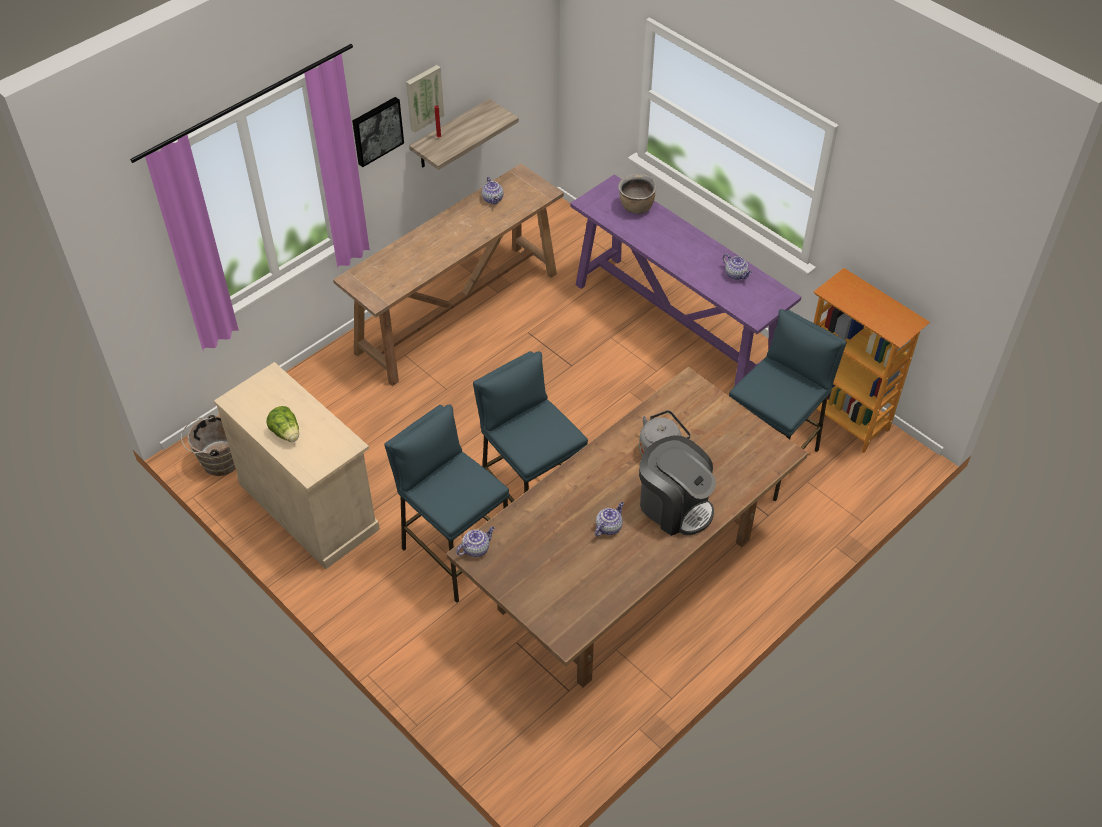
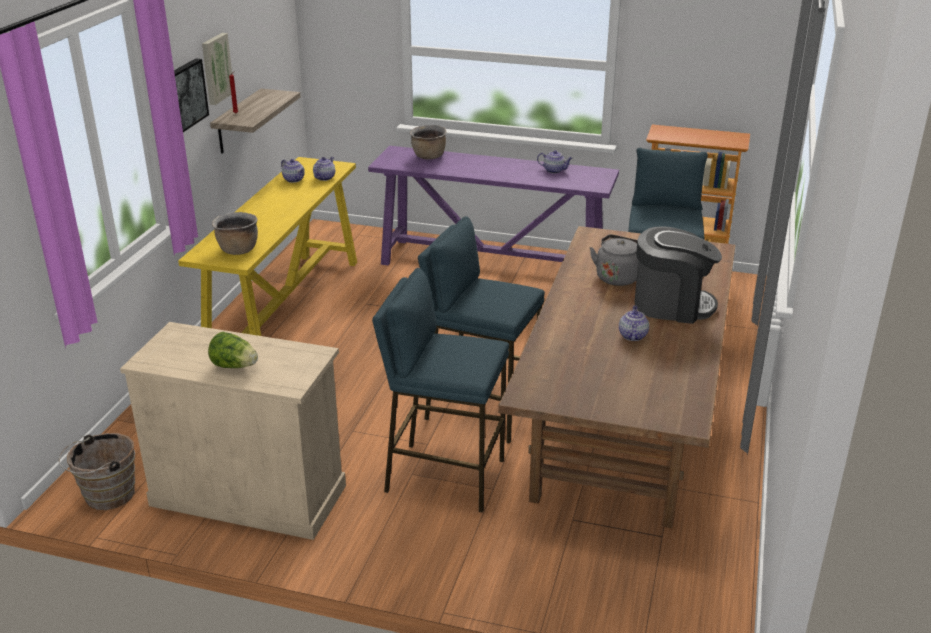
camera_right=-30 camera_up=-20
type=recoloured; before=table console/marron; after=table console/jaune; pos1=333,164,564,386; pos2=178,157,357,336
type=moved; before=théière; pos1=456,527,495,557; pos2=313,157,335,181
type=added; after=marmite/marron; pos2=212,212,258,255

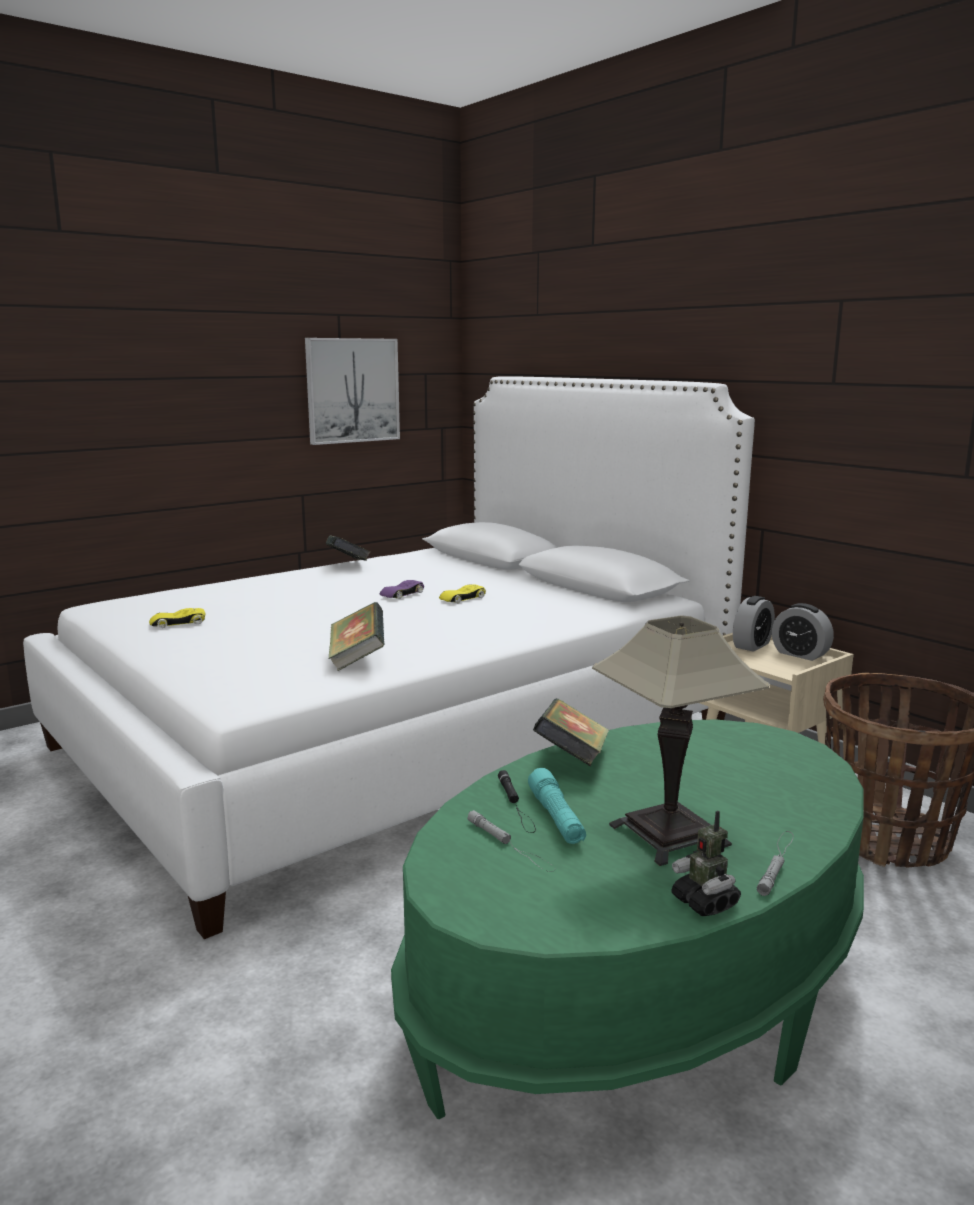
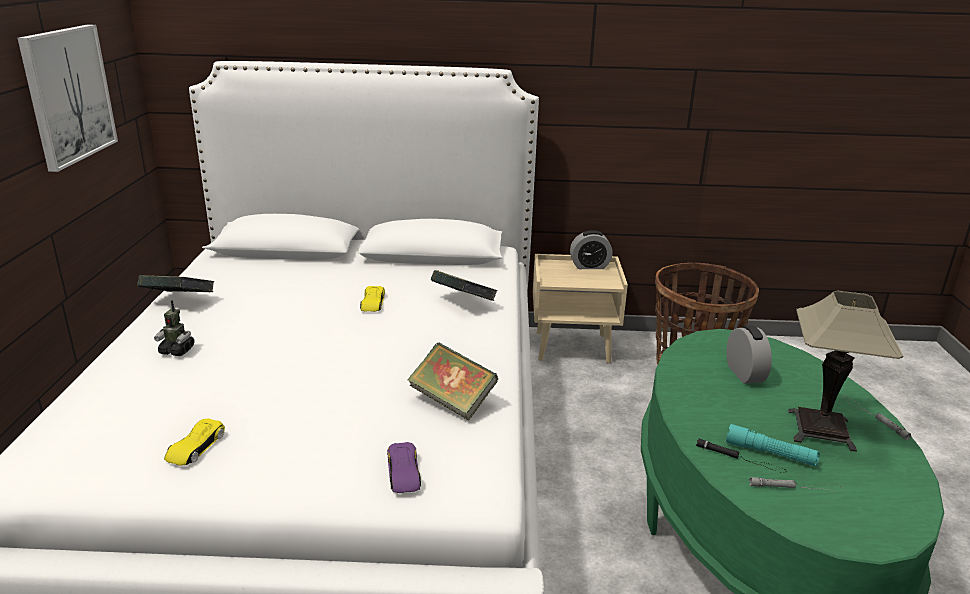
camera_right=-50 camera_up=10
type=moved; before=petite voiture/violet; pos1=380,580,424,599; pos2=387,442,421,493
type=moved; before=livre; pos1=533,698,609,767; pos2=431,270,498,301
type=moved; before=robot jouet; pos1=671,811,741,916; pos2=154,300,194,356
type=moved; before=réveil; pos1=733,596,775,652; pos2=726,325,772,384

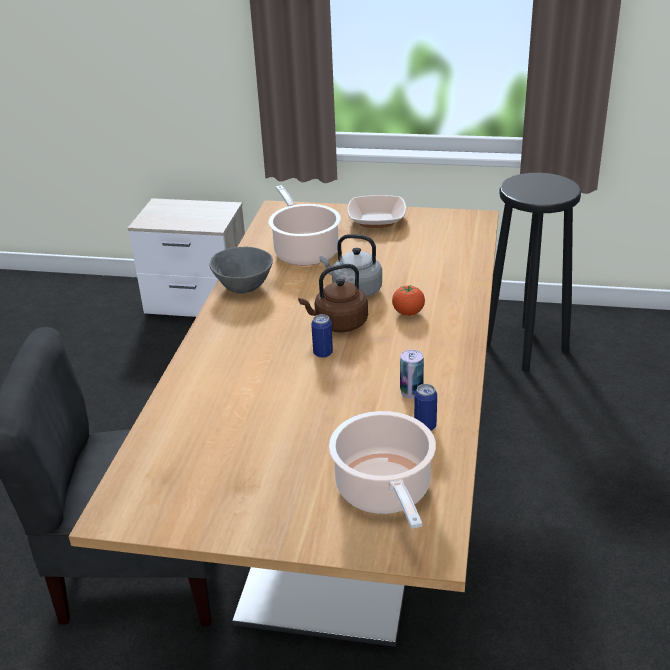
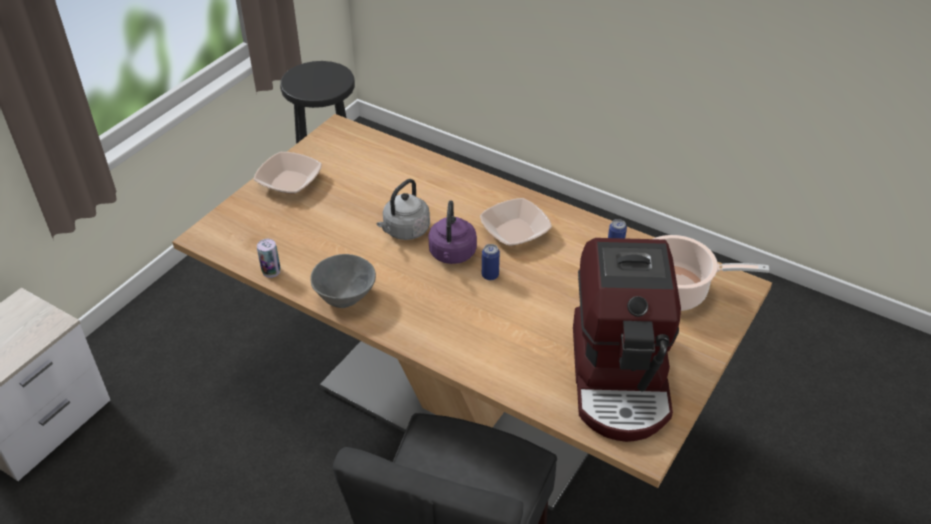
camera_right=-70 camera_up=10
type=removed; before=marmite; pos1=268,185,341,266
type=recoloured; before=bouilloire/marron; after=bouilloire/violet; pos1=298,264,368,332; pos2=428,201,477,264
type=removed; before=tomate; pos1=392,285,425,316
type=moved; before=boîte métallique; pos1=400,350,424,399; pos2=257,239,280,278
type=added; after=bol; pos2=480,198,552,246
type=added; after=machine à café; pos2=573,238,681,442

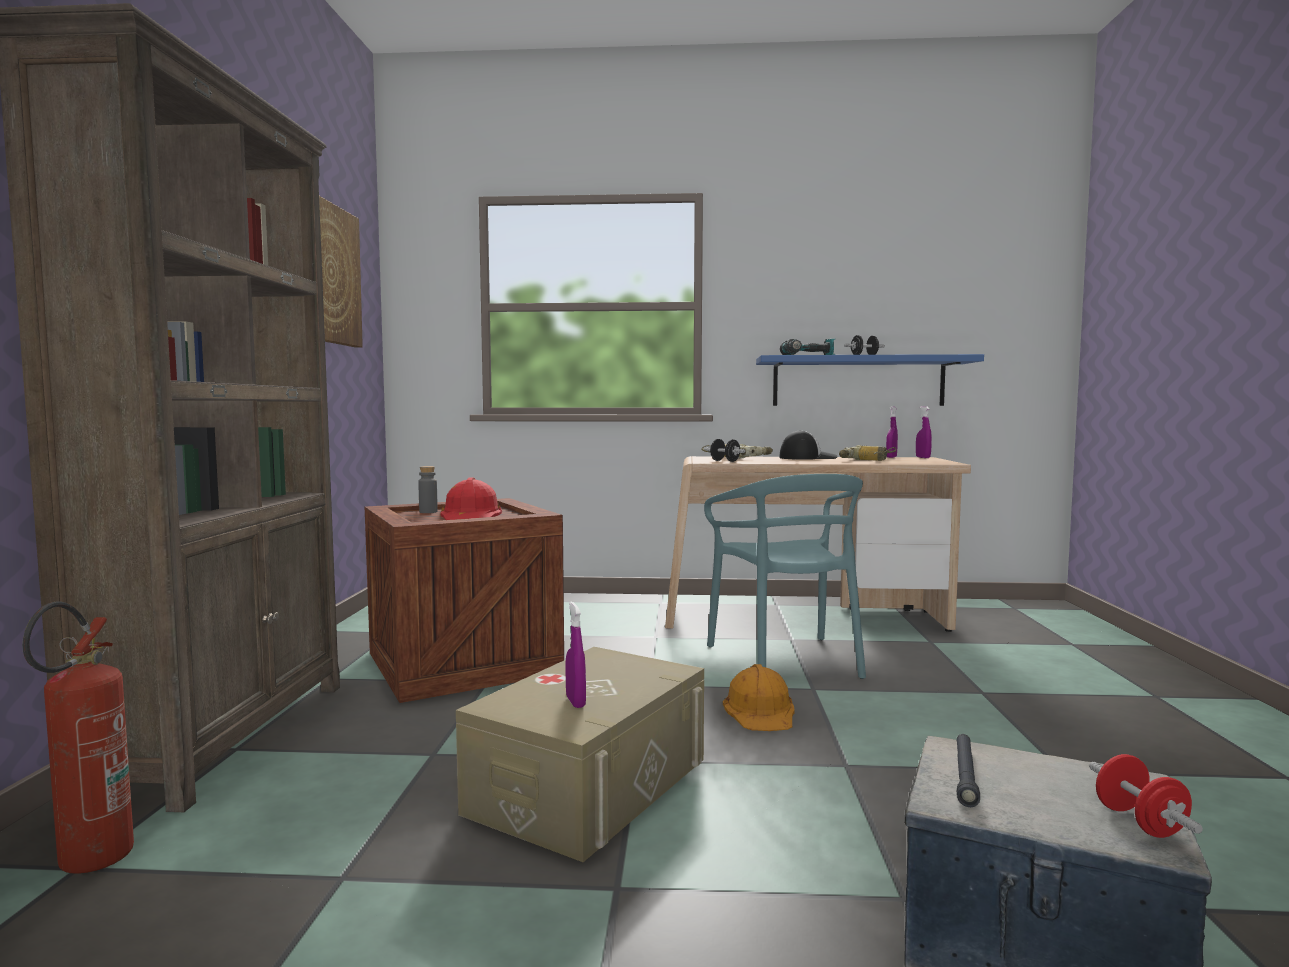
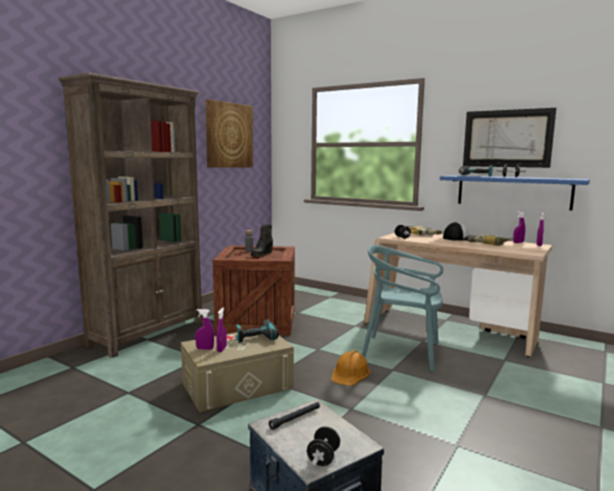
camera_right=30 camera_up=5
type=removed; before=extincteur; pos1=22,601,134,874
type=replaced; before=casque de chantier/rouge; after=botte/noir; pos1=441,477,502,520; pos2=251,225,273,257
type=turned; before=chaise/turquoise; pos1=704,474,866,679; pos2=362,245,443,372; turn=90
type=recoloured; before=haltère/rouge; after=haltère/noir; pos1=1089,754,1203,838; pos2=307,426,340,466
type=added; after=vaporisateur/violet; pos2=195,309,214,350
type=added; after=perceuse; pos2=236,319,279,342
type=added; after=tableau; pos2=463,108,556,168

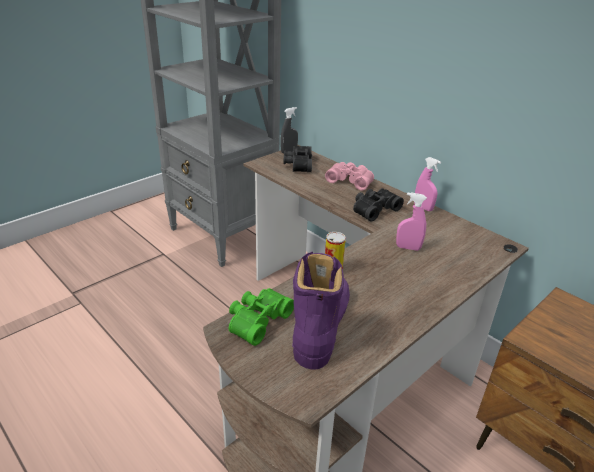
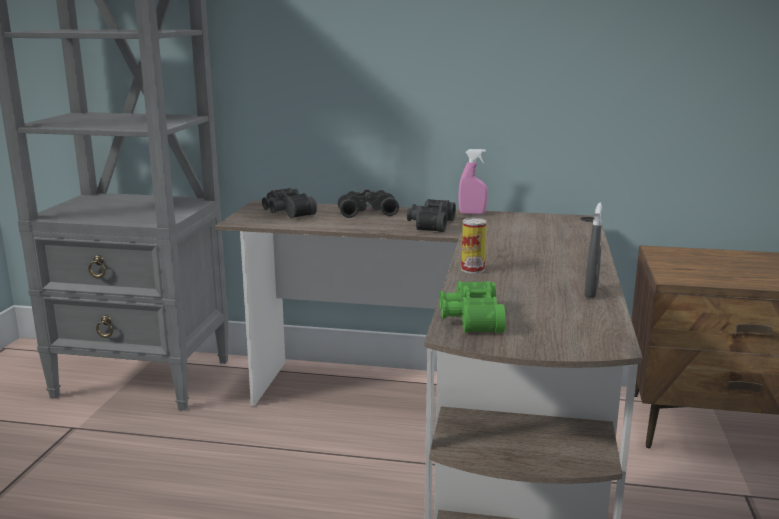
camera_right=-35 camera_up=-15
type=moved; before=vaporisateur/gris; pos1=280,107,298,154; pos2=584,203,602,298
type=removed; before=botte/violet; pos1=292,252,350,370
type=recoloured; before=jumelles/rose; after=jumelles/noir; pos1=325,162,374,191; pos2=338,189,399,218
type=removed; before=vaporisateur/rose; pos1=396,192,427,251

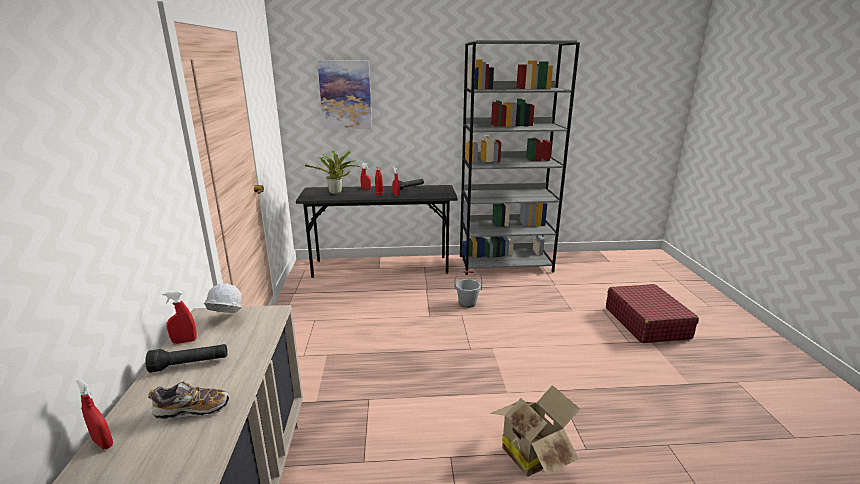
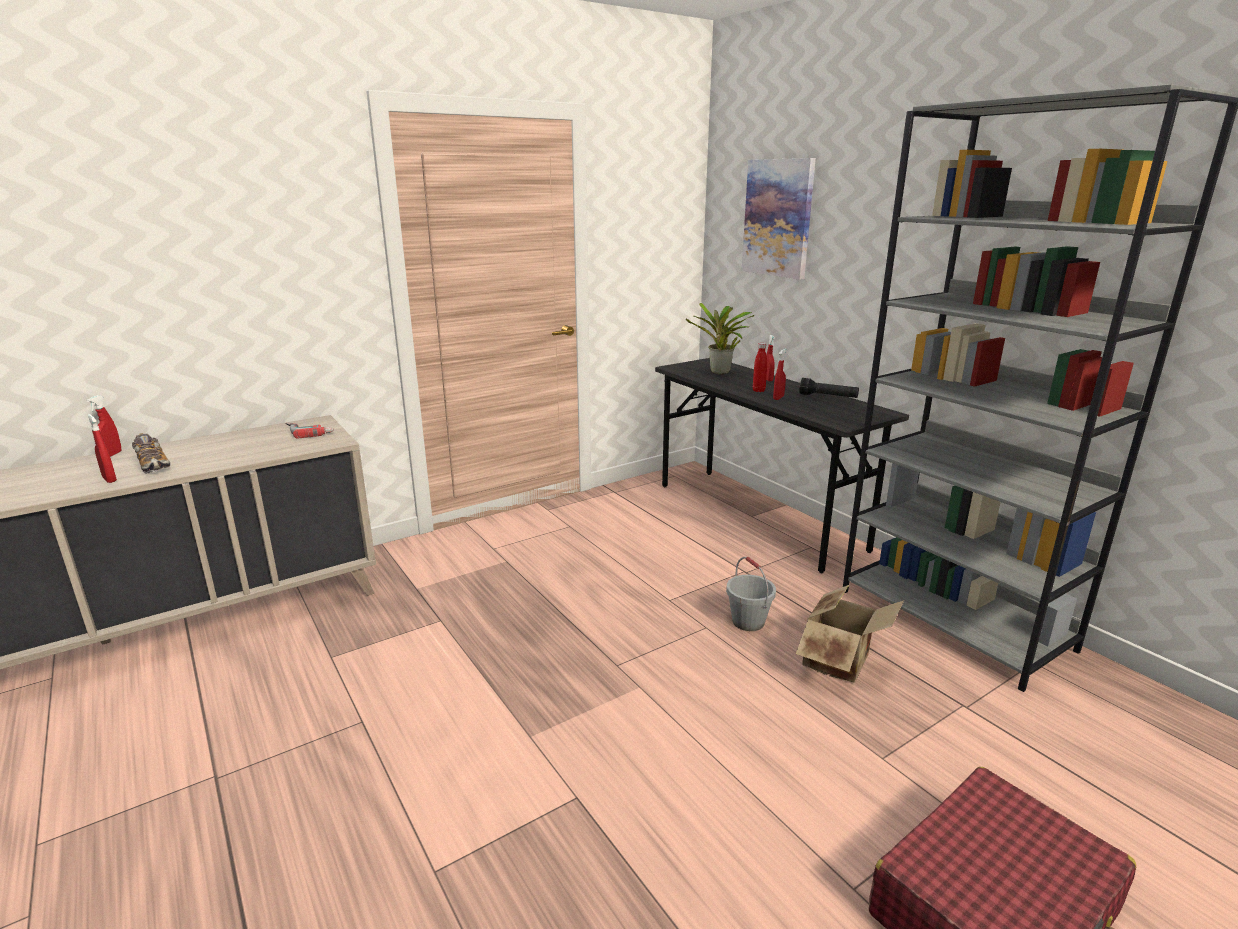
camera_right=60 camera_up=0
type=removed; before=lampe de poche/noir; pos1=145,344,227,373
type=moved; before=vaporisateur/rouge; pos1=162,291,197,344; pos2=88,414,117,483
type=replaced; before=casque de chantier/blanc; after=perceuse; pos1=204,284,242,313; pos2=286,423,334,439
type=moved; before=carton; pos1=491,385,580,476; pos2=796,585,904,683

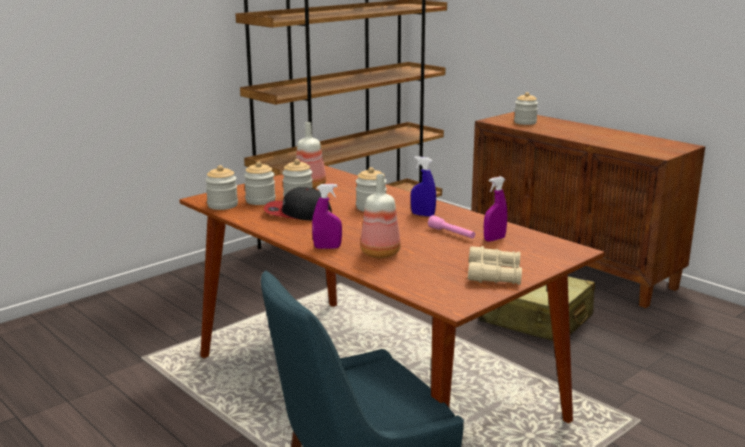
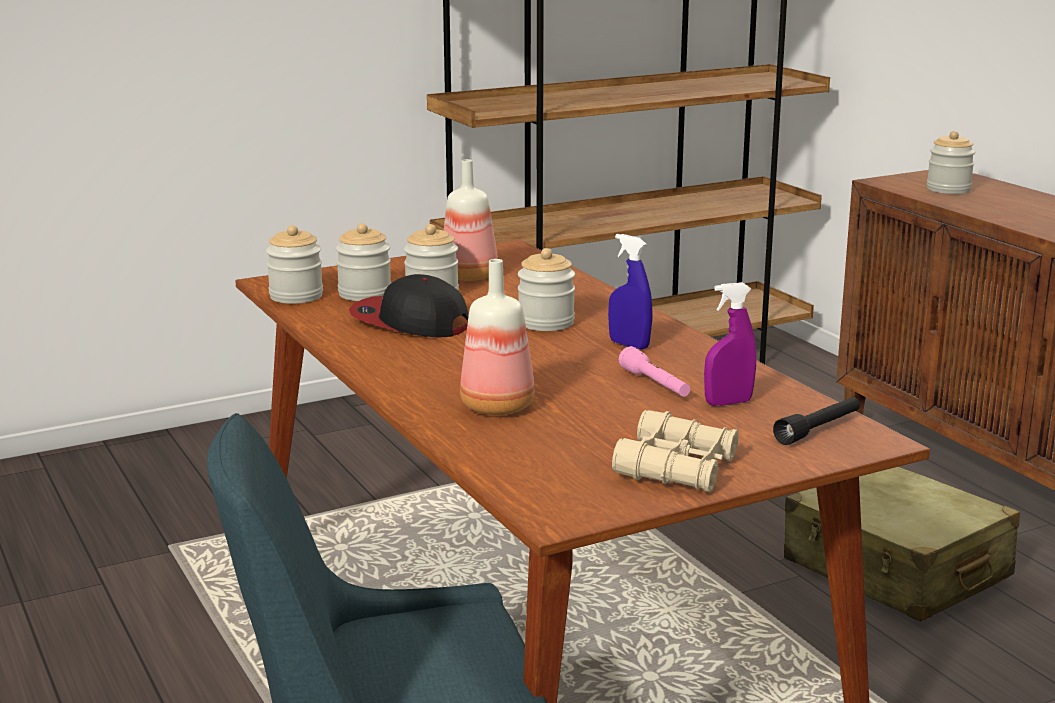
camera_right=15 camera_up=0
type=removed; before=vaporisateur/violet; pos1=312,184,342,249
type=added; after=lampe de poche/noir; pos2=773,397,860,445

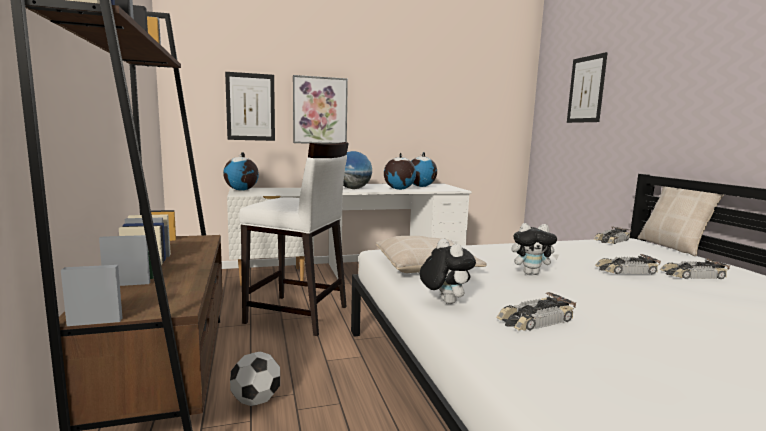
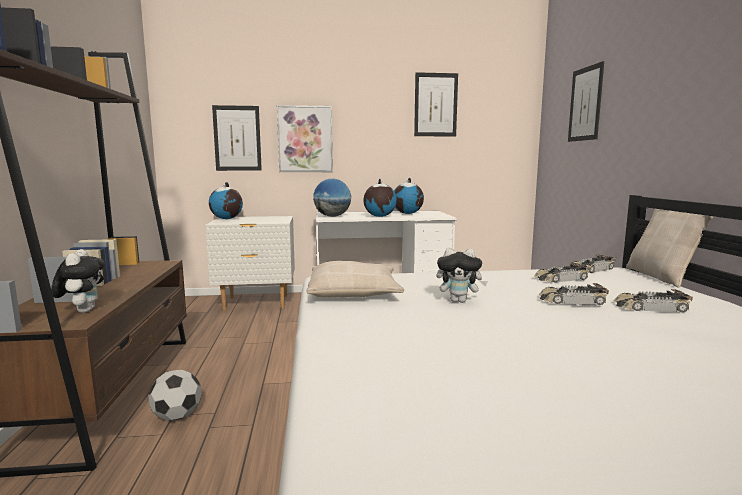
camera_right=10 camera_up=0
type=removed; before=tabouret/blanc; pos1=239,142,349,336
type=moved; before=peluche; pos1=420,239,476,304; pos2=51,249,105,313
type=moved; before=petite voiture; pos1=497,292,576,331; pos2=534,263,590,283
type=added; after=tableau; pos2=414,72,458,137

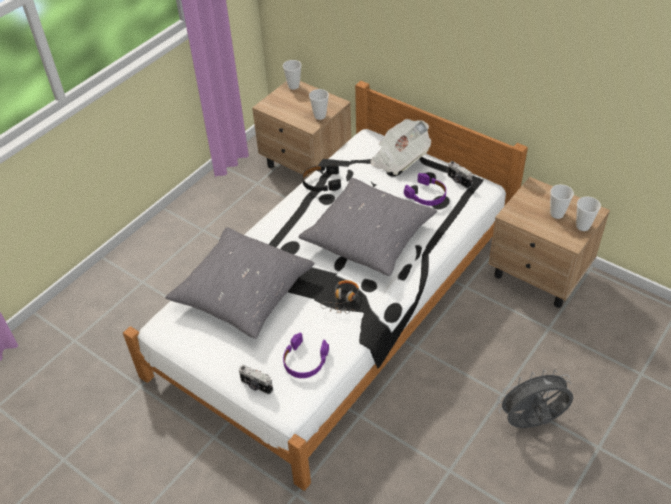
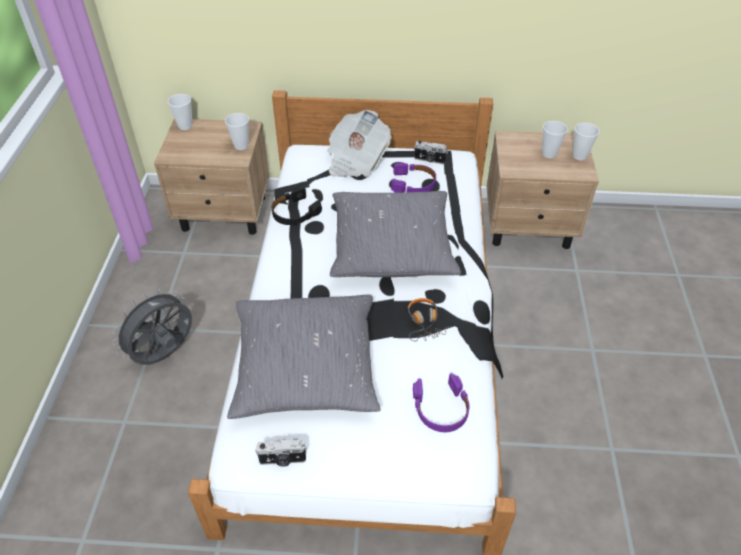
camera_right=-35 camera_up=0
type=moved; before=appareil photo; pos1=239,365,273,395; pos2=255,439,307,467
type=moved; before=ventilateur/gris; pos1=496,369,573,428; pos2=112,288,192,365

